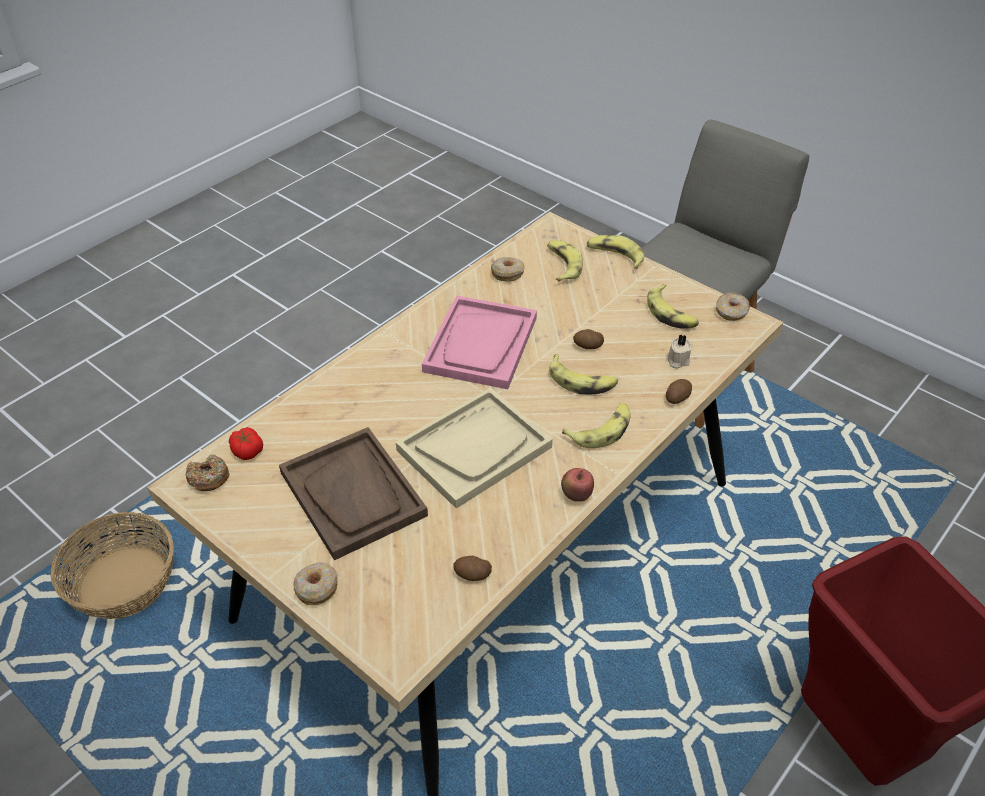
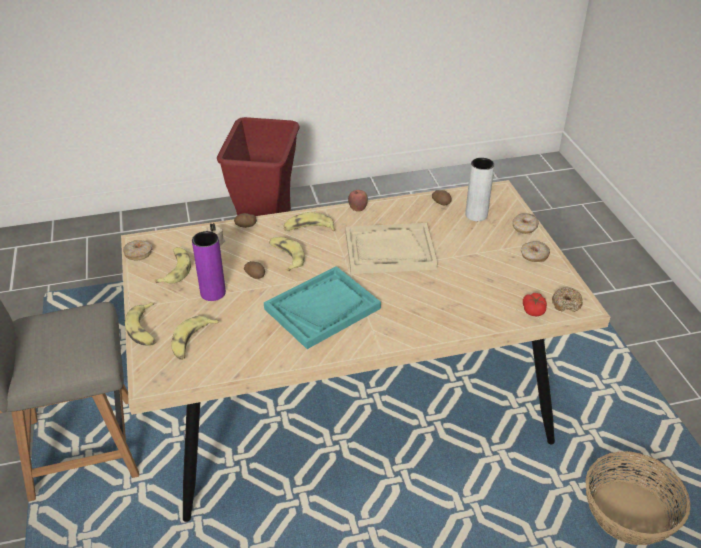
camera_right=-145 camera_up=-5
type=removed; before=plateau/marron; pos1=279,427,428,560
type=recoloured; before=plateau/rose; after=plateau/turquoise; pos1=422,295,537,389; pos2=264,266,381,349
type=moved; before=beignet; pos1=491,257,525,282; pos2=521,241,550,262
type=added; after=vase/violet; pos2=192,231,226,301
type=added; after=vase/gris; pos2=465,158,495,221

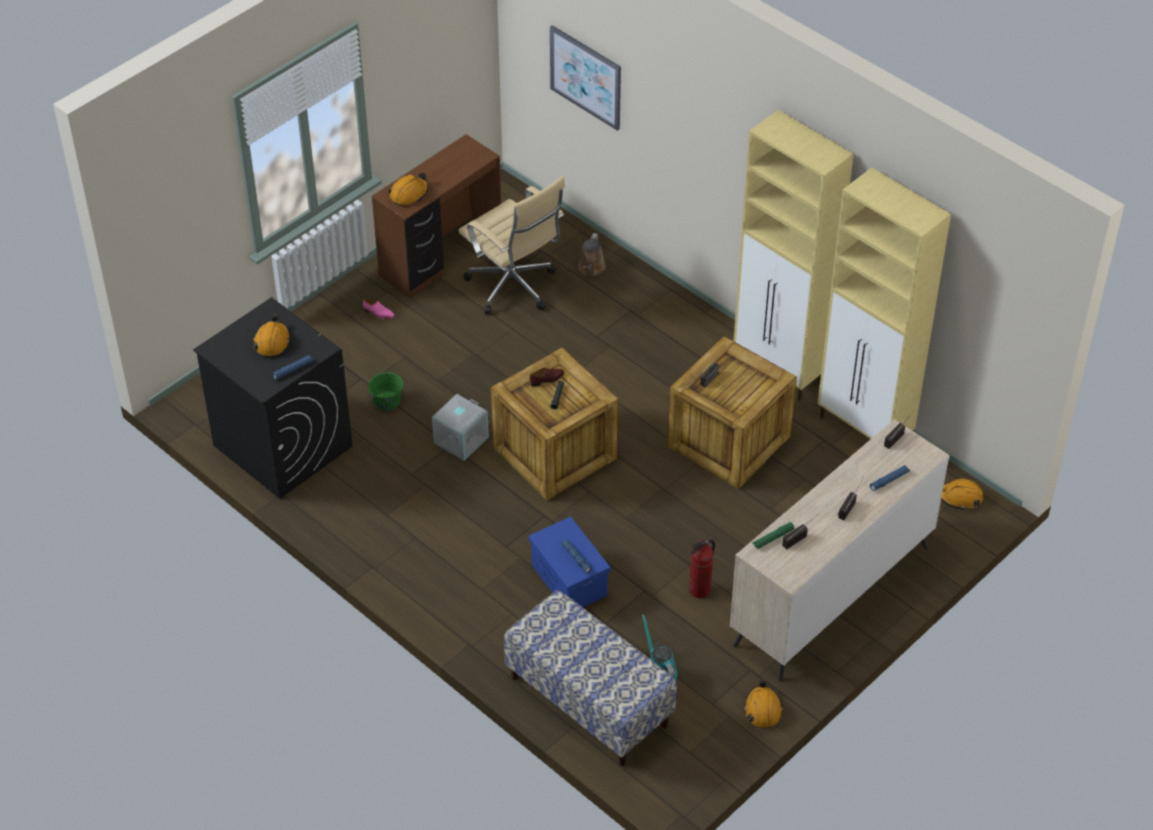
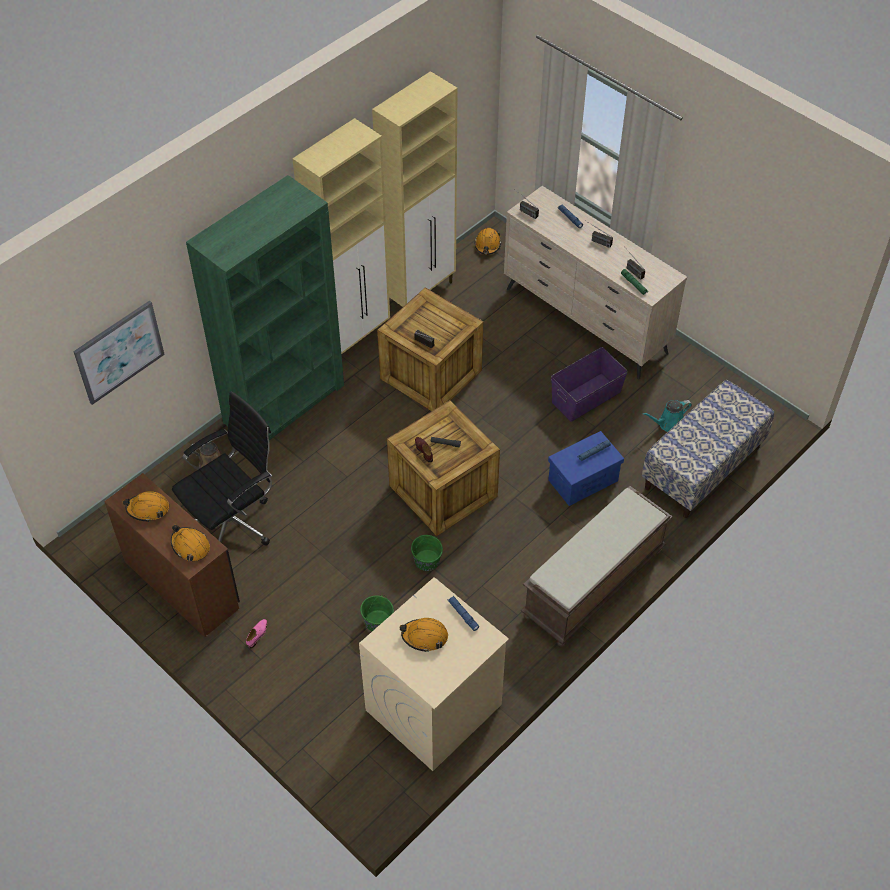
camera_right=-90 camera_up=5
type=recoloured; before=lave-linge/noir; after=lave-linge/beige; pos1=193,297,352,499; pos2=359,577,509,771
type=replaced; before=boîte de rangement/gris; after=seau/vert; pos1=432,394,489,461; pos2=411,535,443,571
type=recoloured; before=chaise de bureau/beige; after=chaise de bureau/noir; pos1=458,176,565,315; pos2=172,391,272,545
type=replaced; before=extincteur; after=boîte de rangement/violet; pos1=689,539,715,598; pos2=551,347,628,422
type=moved; before=casque de chantier/orange; pos1=744,679,783,728; pos2=123,491,169,522
type=added; after=bibliothèque/vert; pos2=186,175,344,440
type=added; after=banc/marron; pos2=521,486,673,647

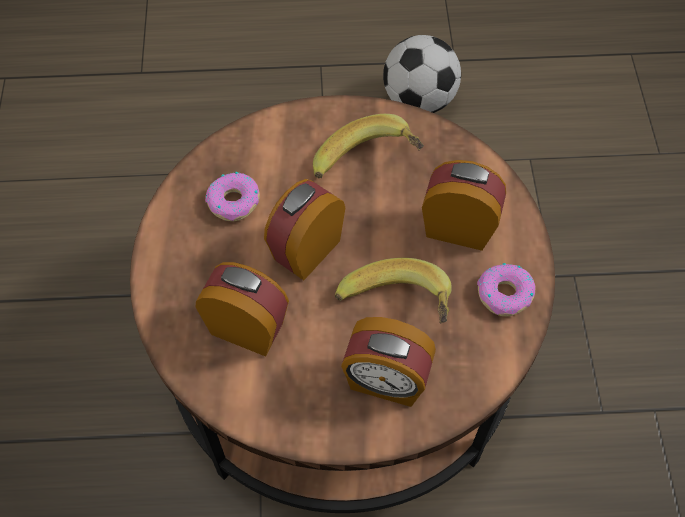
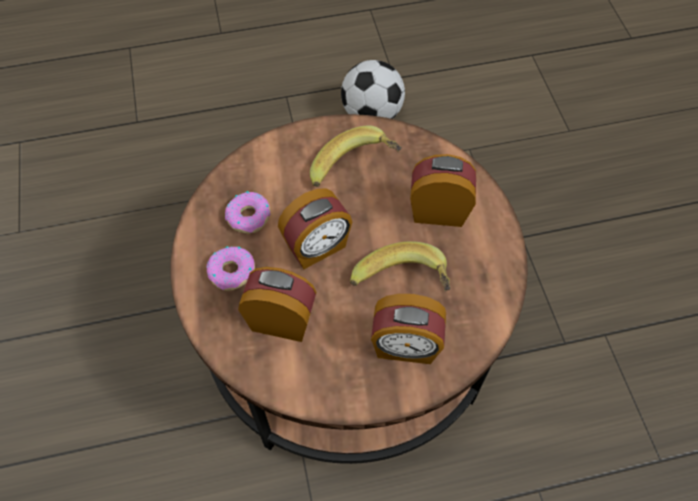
camera_right=-10 camera_up=0
type=turned; before=réveil; pos1=264,179,345,280; pos2=278,188,352,269; turn=-150
type=moved; before=beignet; pos1=477,263,536,316; pos2=206,246,255,291

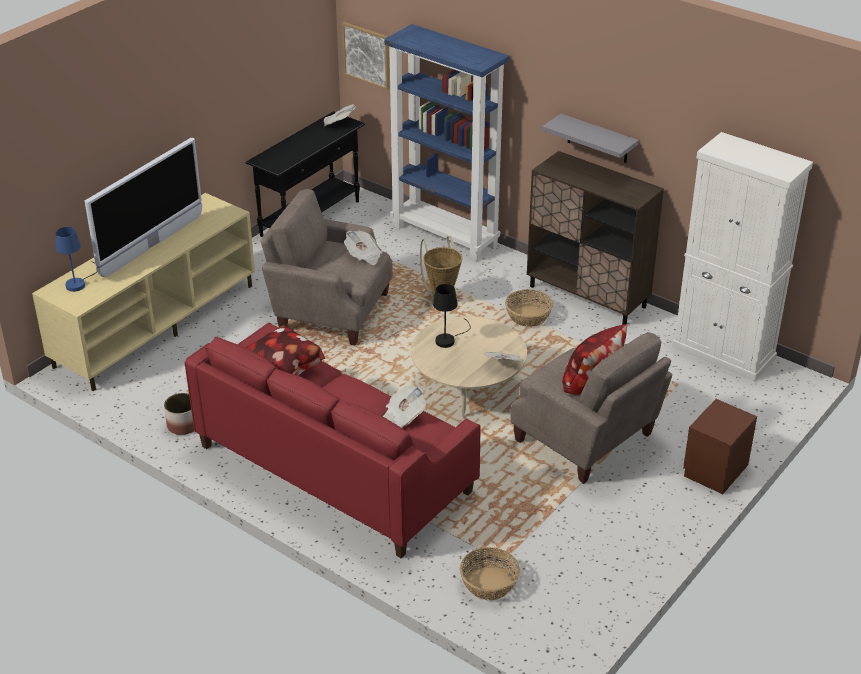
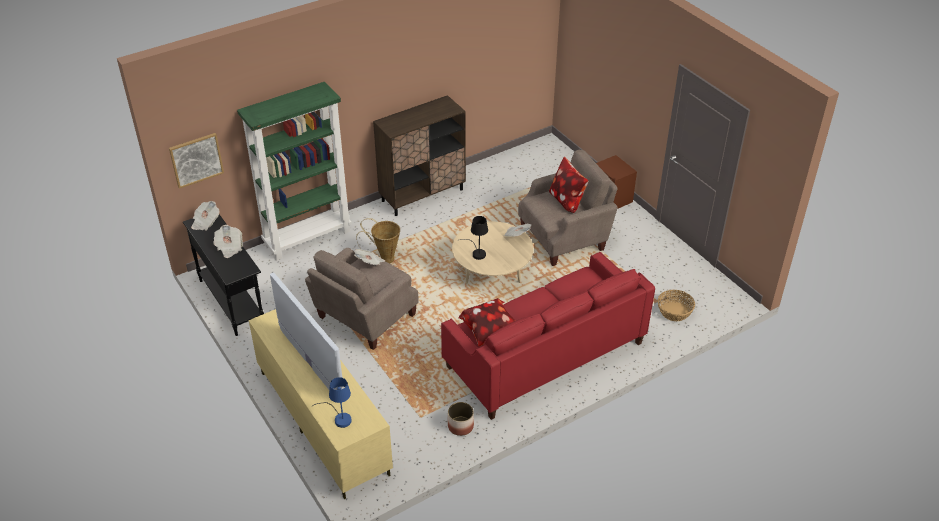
camera_right=-70 camera_up=5
type=moved; before=journal; pos1=382,386,426,428; pos2=213,225,243,258
type=recoloured; before=bibliothèque/bleu; after=bibliothèque/vert; pos1=384,24,509,261; pos2=237,82,352,261
type=removed; before=panier; pos1=505,289,553,327
type=removed; before=étagère/gris; pos1=542,114,639,163
type=removed; before=meuble de rangement/blanc; pos1=672,132,813,381

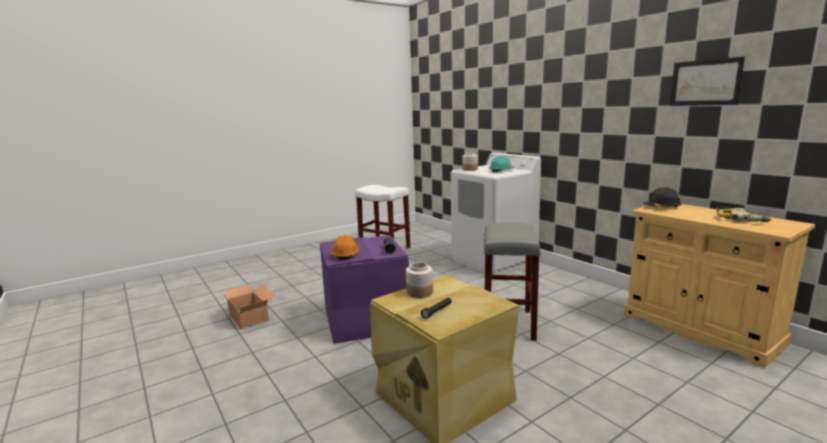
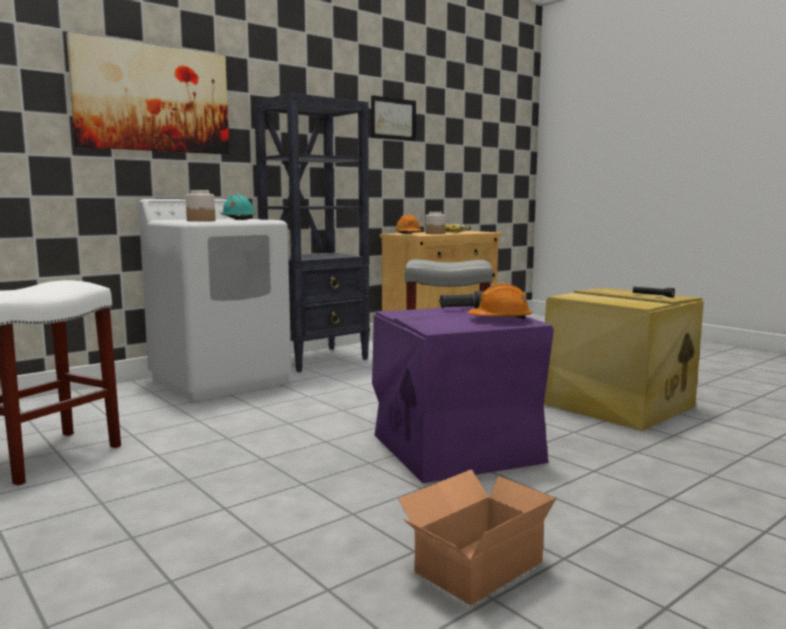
camera_right=-95 camera_up=-5
type=moved; before=bocal; pos1=406,262,433,298; pos2=425,212,446,234
type=recoloured; before=casque de chantier/noir; after=casque de chantier/orange; pos1=643,187,682,208; pos2=395,214,421,234
type=added; after=tableau; pos2=66,32,229,155
type=added; after=bibliothèque/noir; pos2=254,93,370,373

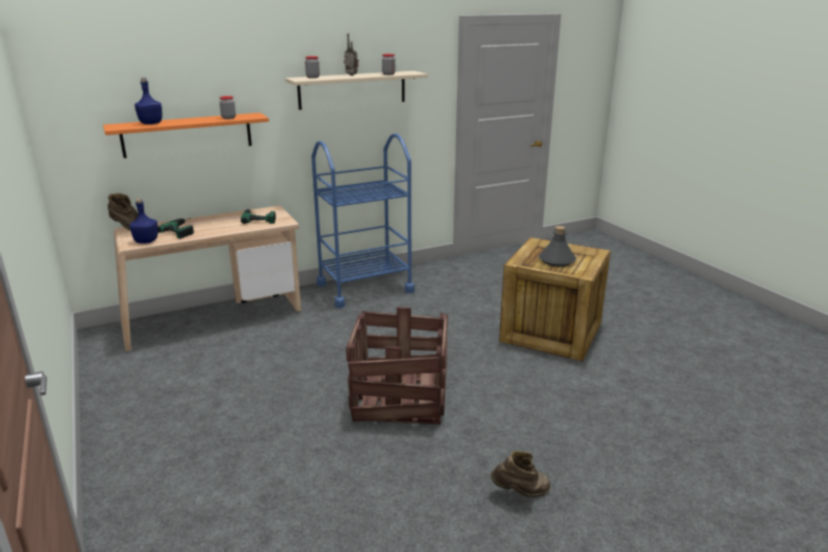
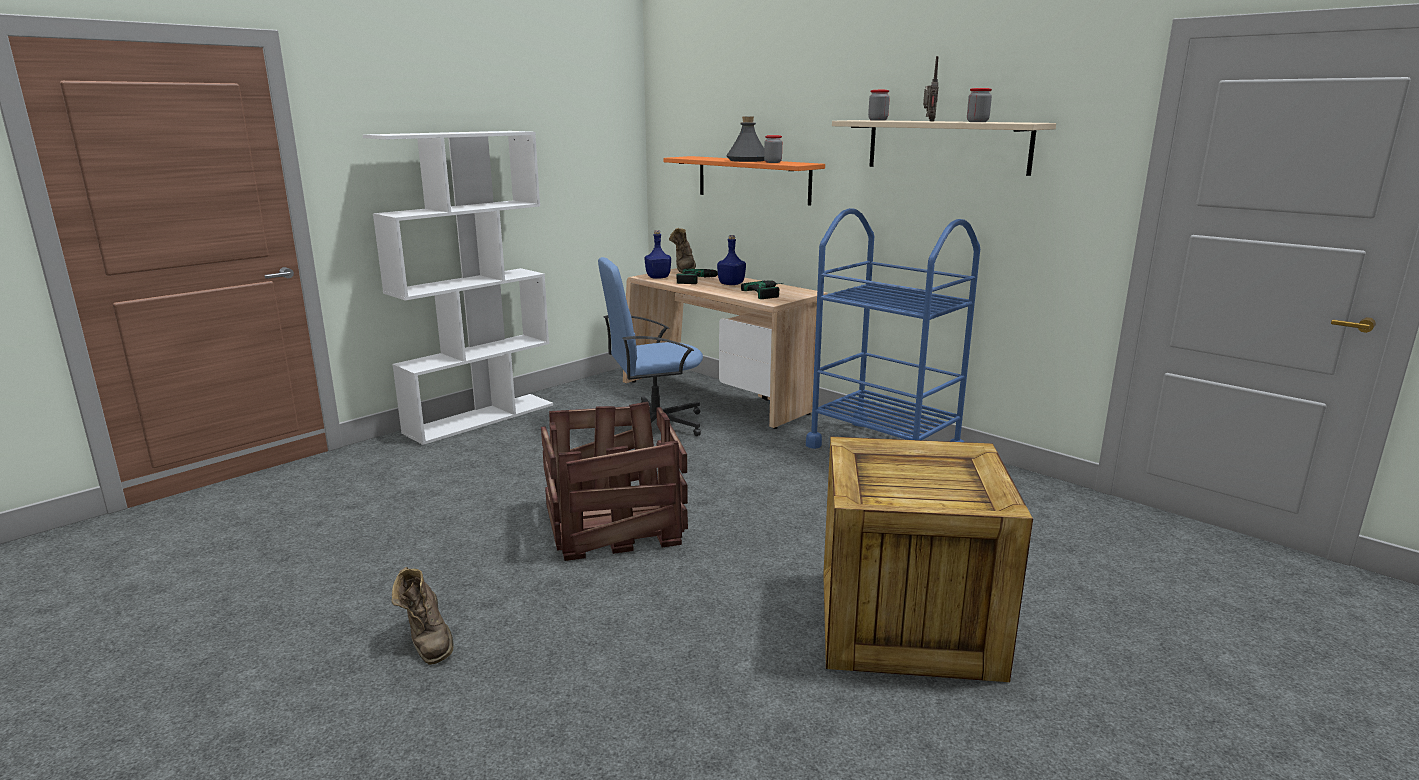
camera_right=70 camera_up=-5
type=moved; before=bouteille/bleu; pos1=134,78,162,124; pos2=717,235,746,285
type=moved; before=bouteille/gris; pos1=539,226,576,267; pos2=726,116,765,162
type=added; after=bibliothèque/blanc; pos2=363,131,553,445
type=added; after=chaise de bureau/bleu; pos2=598,257,703,436

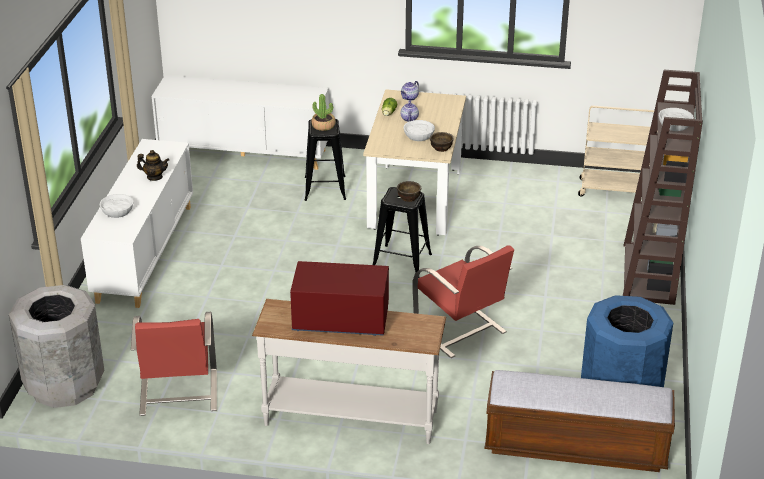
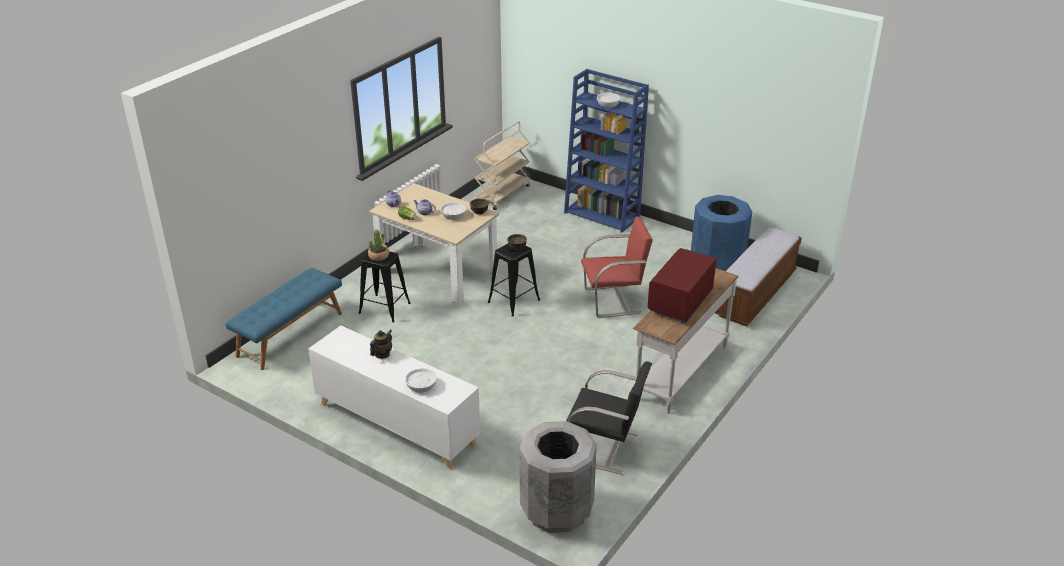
camera_right=-65 camera_up=0
type=recoloured; before=chaise/rouge; after=chaise/noir; pos1=131,312,217,416; pos2=566,361,652,475
type=replaced; before=meuble de rangement/blanc; after=banc/bleu; pos1=151,75,329,170; pos2=225,268,342,370
type=recoloured; before=bibliothèque/marron; after=bibliothèque/bleu; pos1=622,70,703,305; pos2=564,69,649,233

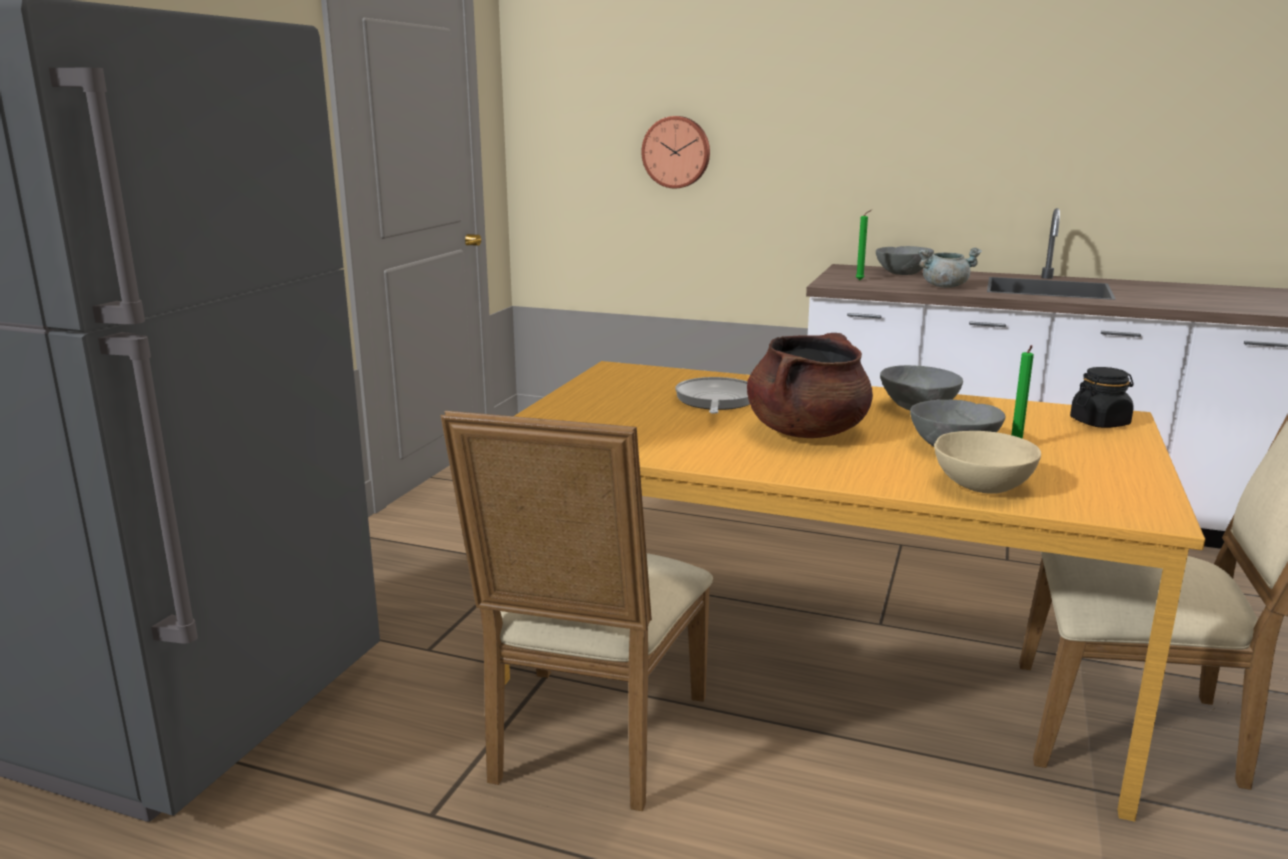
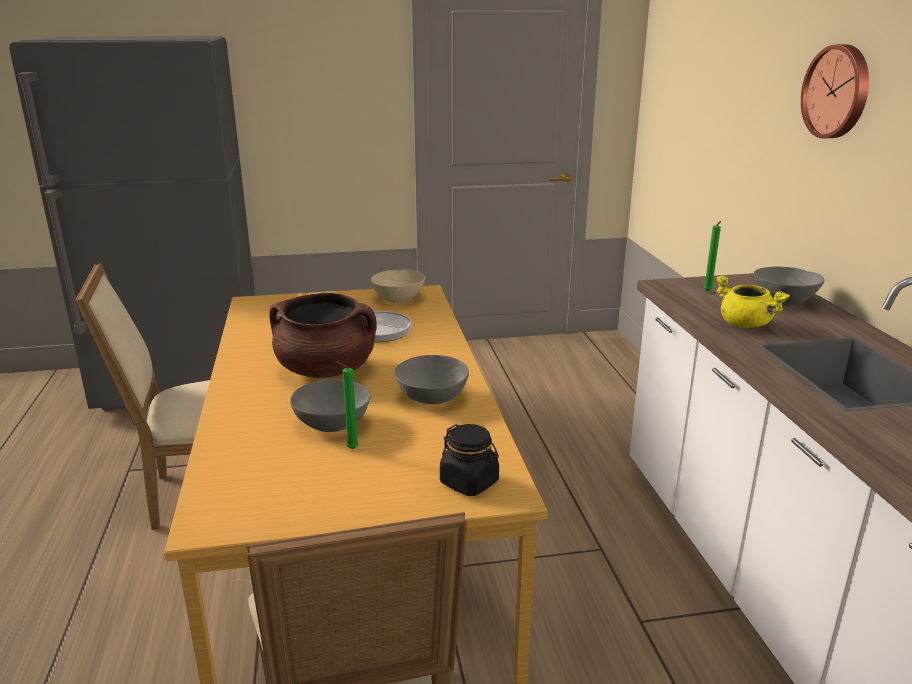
camera_right=60 camera_up=5
type=moved; before=horloge murale; pos1=641,116,710,189; pos2=801,44,869,138
type=recoloured; before=marmite/gris; after=marmite/jaune; pos1=918,248,982,288; pos2=715,275,790,328
type=moved; before=bol/beige; pos1=934,431,1041,494; pos2=371,269,425,303

